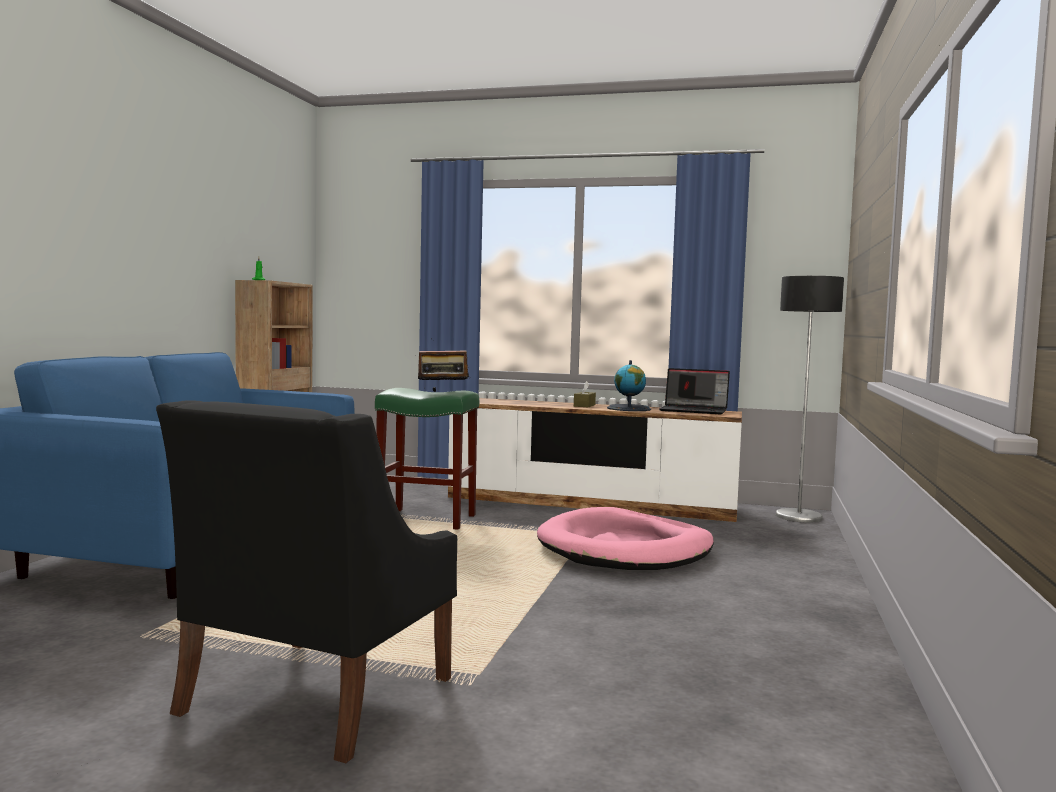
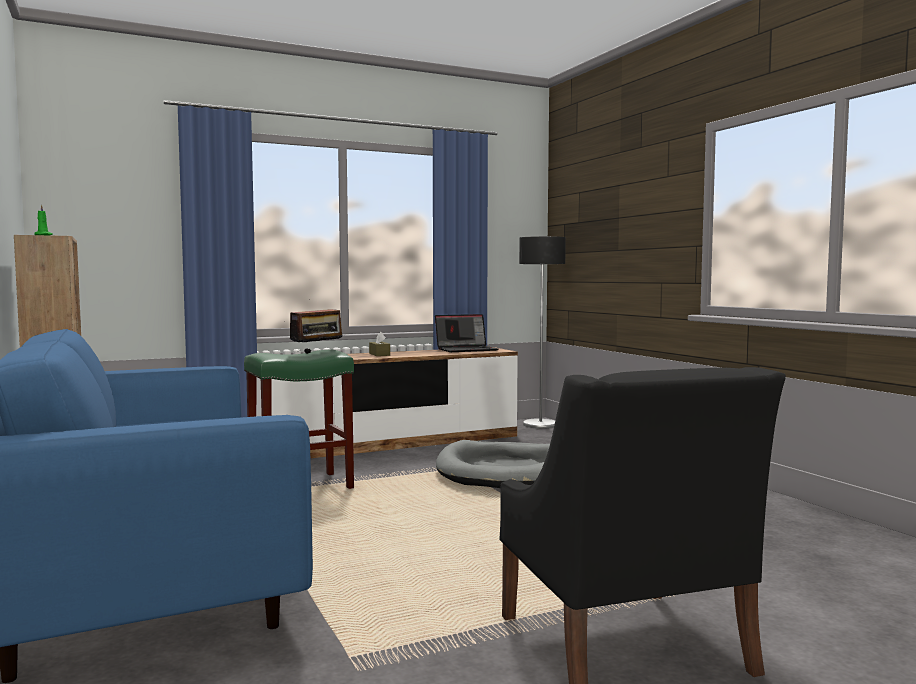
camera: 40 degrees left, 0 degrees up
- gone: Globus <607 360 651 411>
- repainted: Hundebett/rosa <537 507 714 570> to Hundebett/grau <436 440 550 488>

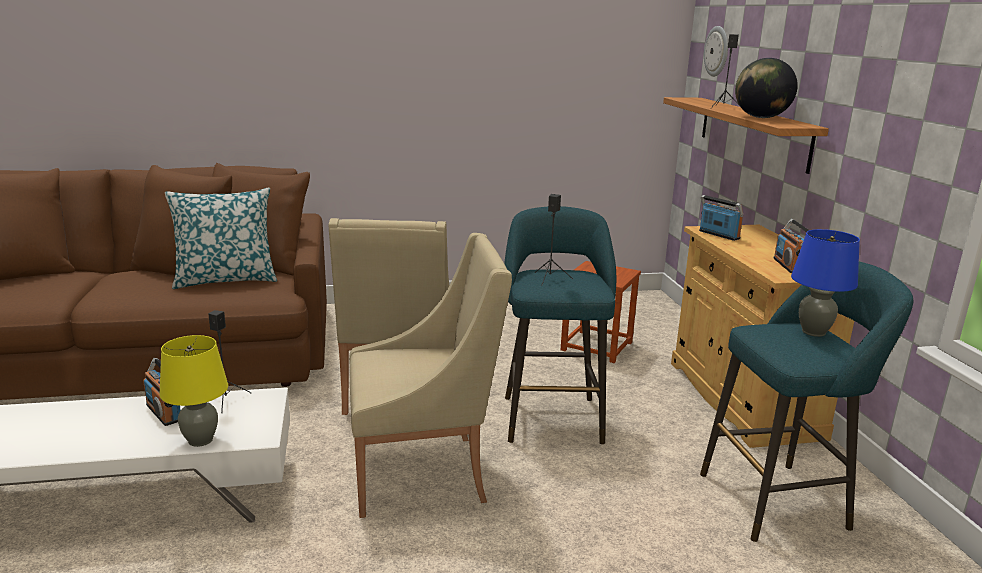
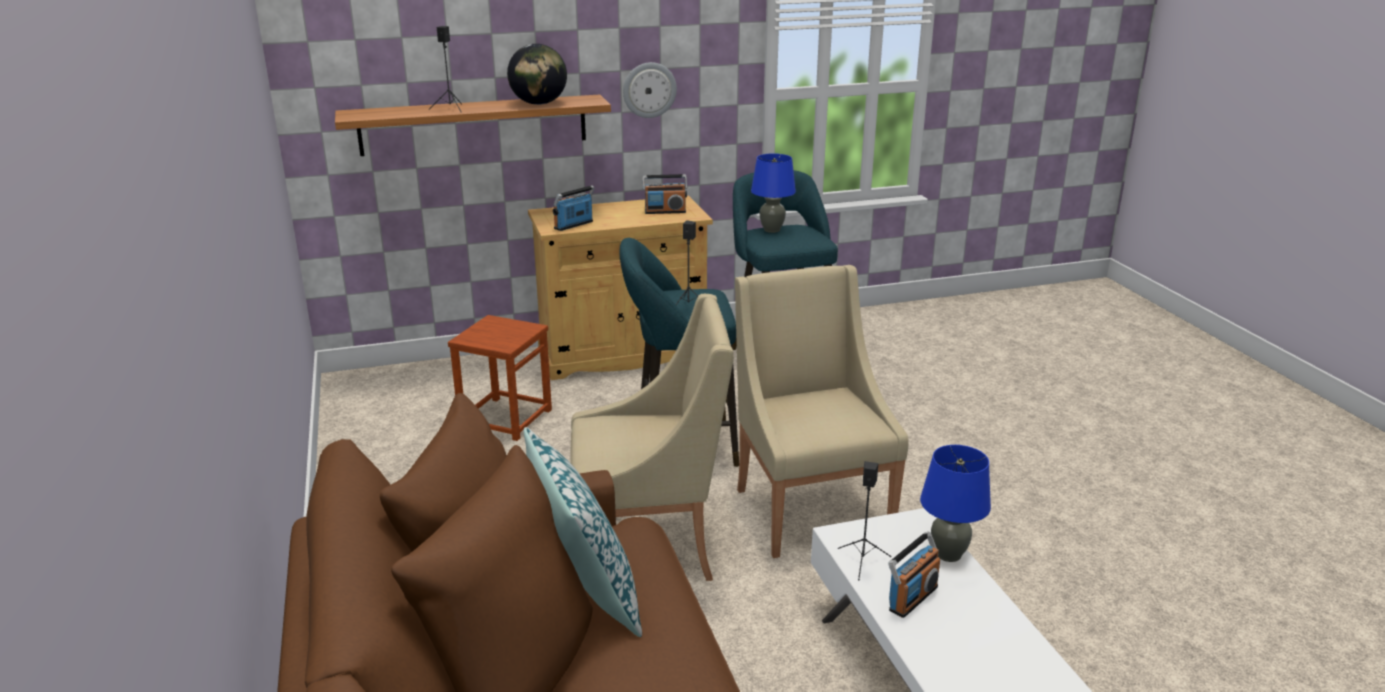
camera: 95 degrees left, 5 degrees up
- shifted: Wanduhr <704 26 728 77> to <623 62 677 118>
- repainted: Tischlampe/gelb <159 335 228 447> to Tischlampe/blau <920 445 991 562>

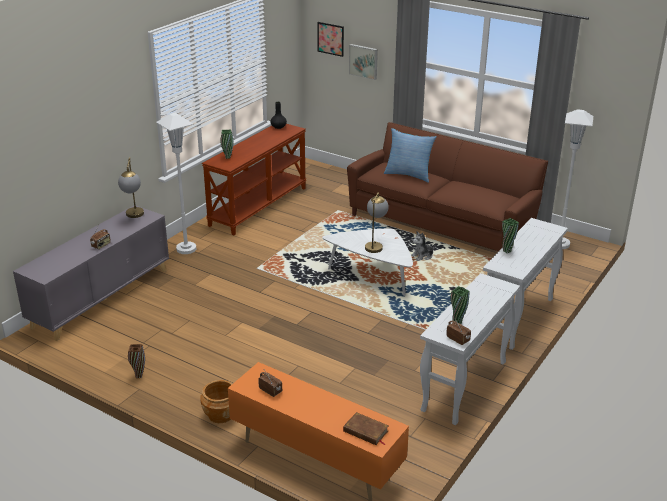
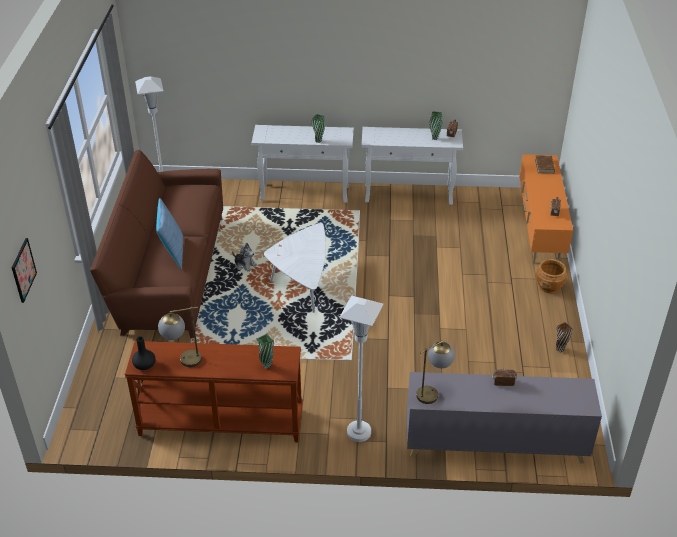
camera: 120 degrees left, 10 degrees up
- gone: Bild <349 44 378 80>
- shifted: Tischlampe <365 192 389 253> to <158 307 202 367>

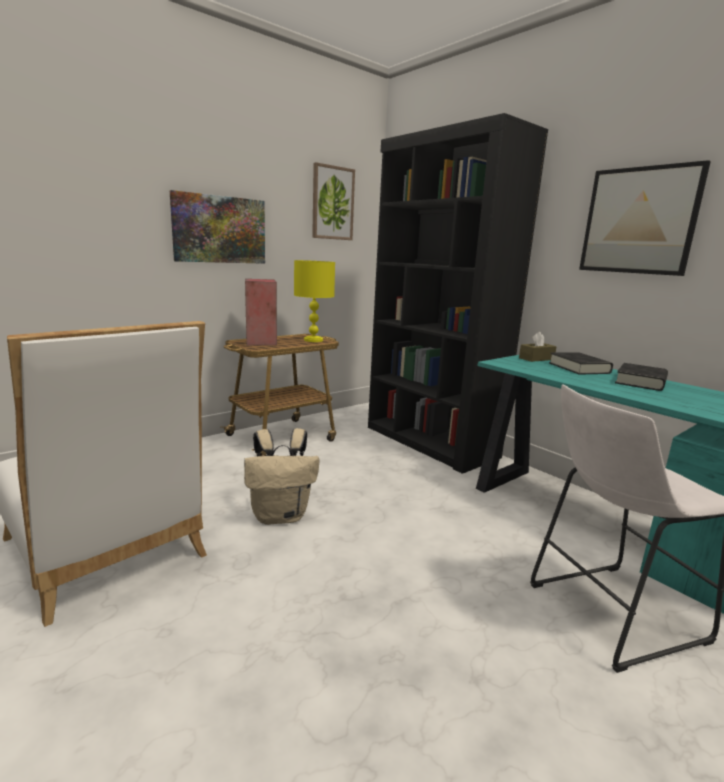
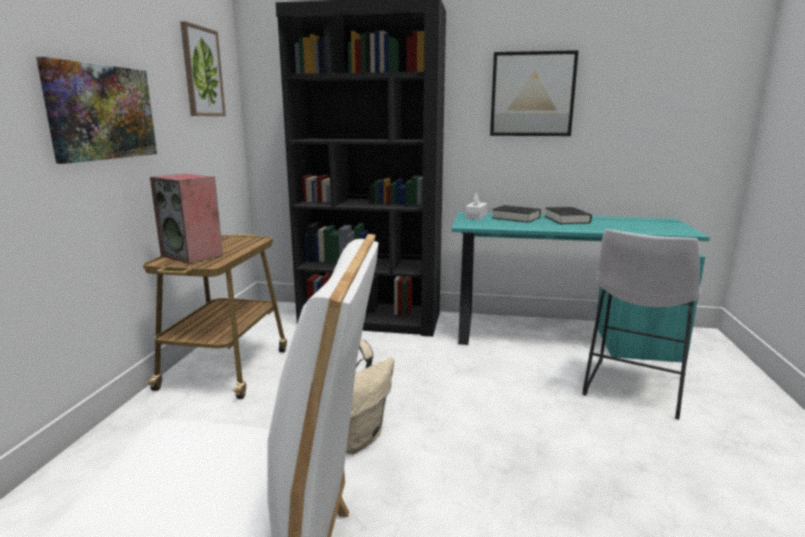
camera: 40 degrees left, 0 degrees up
- gone: Tischlampe/gelb <294 260 335 342>
- repainted: Taschentuchbox/braun <519 332 556 362> to Taschentuchbox/weiß <465 193 487 220>

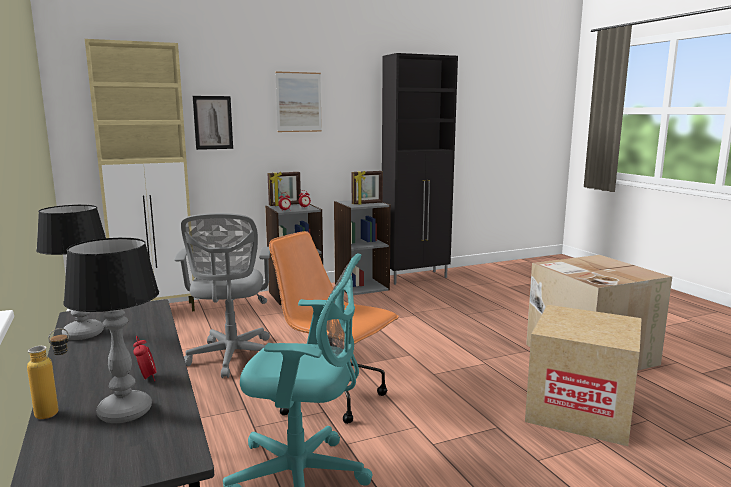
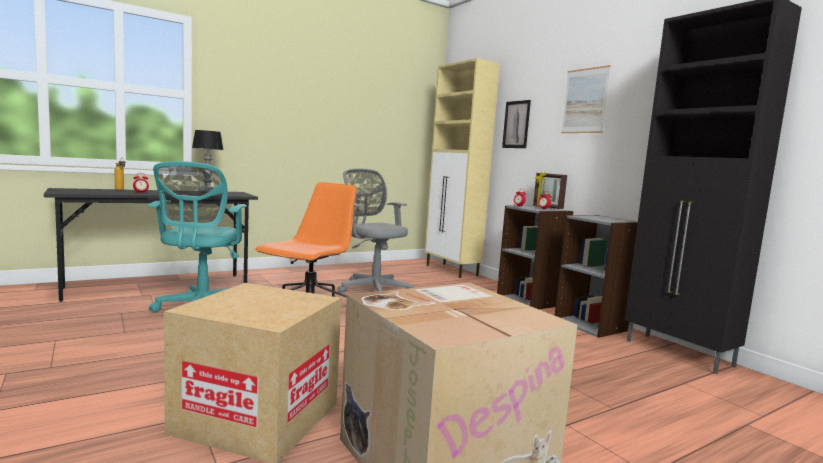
camera: 80 degrees right, 5 degrees down
- gone: Tischlampe <63 238 159 423>
- gone: Bilderrahmen <352 171 383 205>
- rotated: Bürostuhl/grau <174 213 270 378> = <338 169 414 293> 60 degrees clockwise

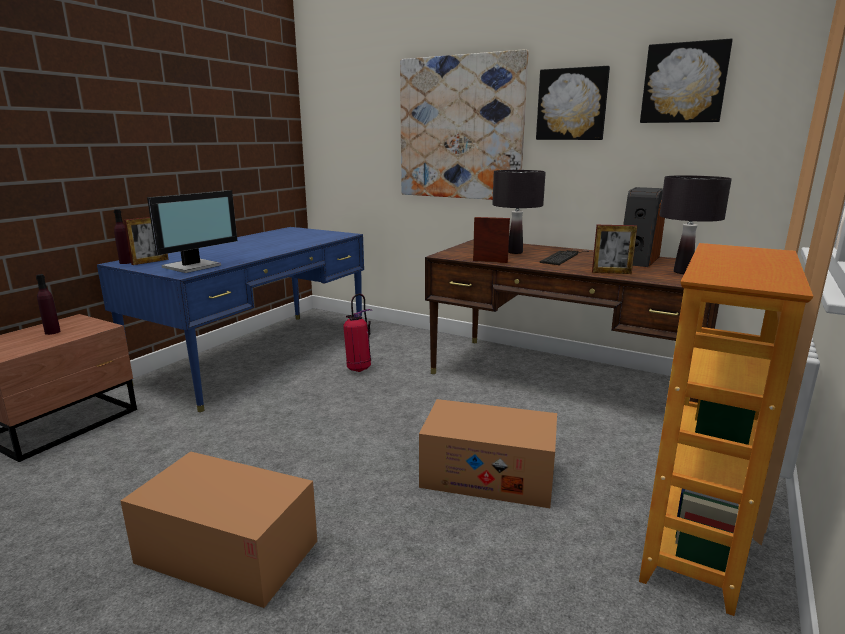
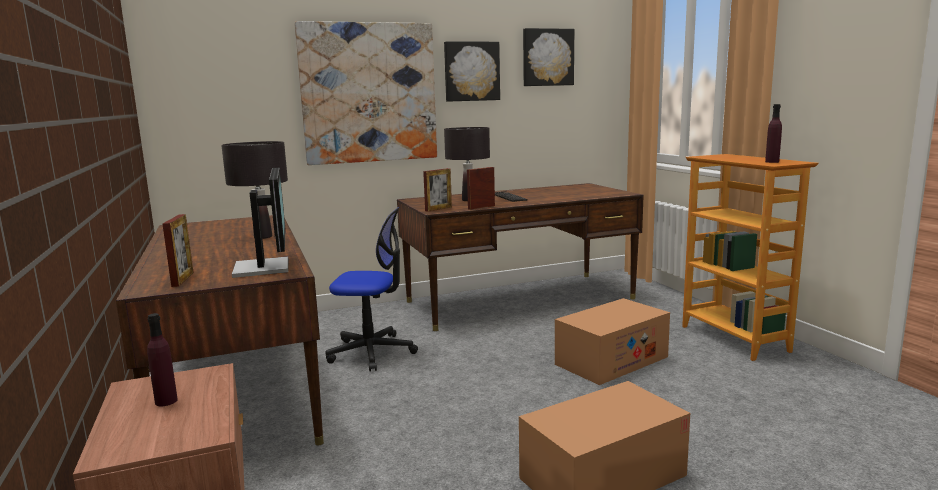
camera: 50 degrees left, 5 degrees down
- gone: Lautsprecher <623 187 665 267>
- shifted: Flasche/lila <114 209 131 264> to <765 104 782 163>
- shifted: Bilderrahmen <592 225 637 274> to <423 168 452 212>
- shifted: Tischlampe/schwarz <659 175 732 274> to <221 141 288 239>
- swapped: Feuerlöscher <343 294 373 372> to Bürostuhl <325 207 418 371>
- repainted: Schreibtisch/blau <97 227 364 412> to Schreibtisch/braun <116 215 324 446>

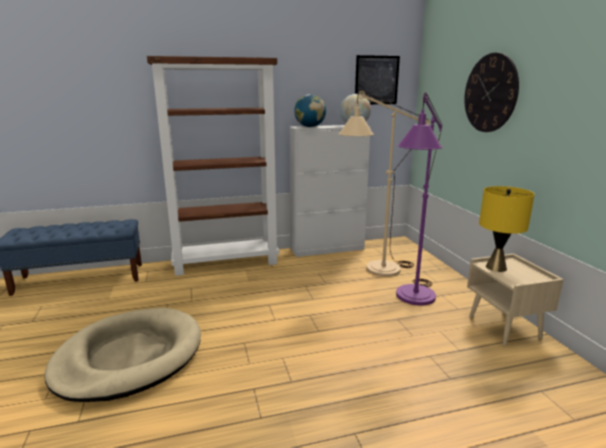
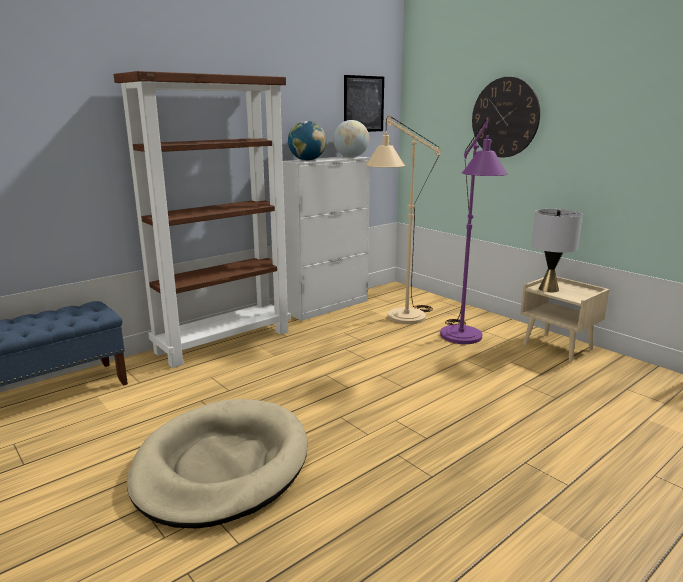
camera: 25 degrees left, 0 degrees up
- repainted: Tischlampe/gelb <479 186 535 272> to Tischlampe/grau <531 209 583 292>

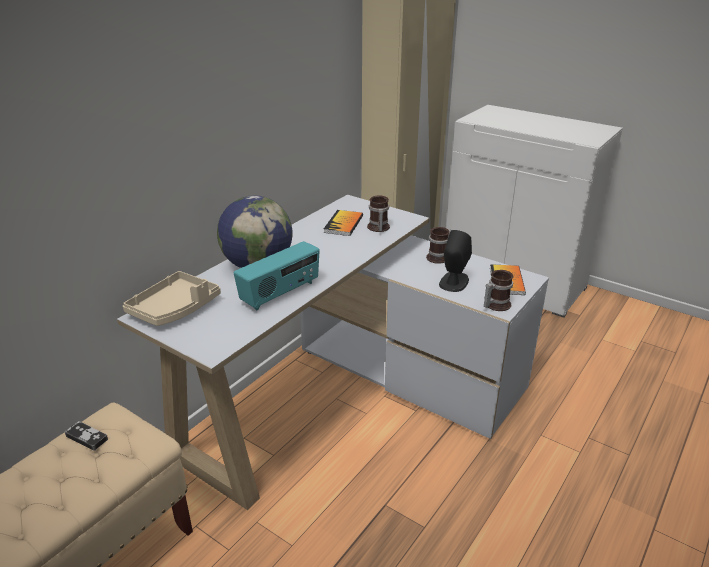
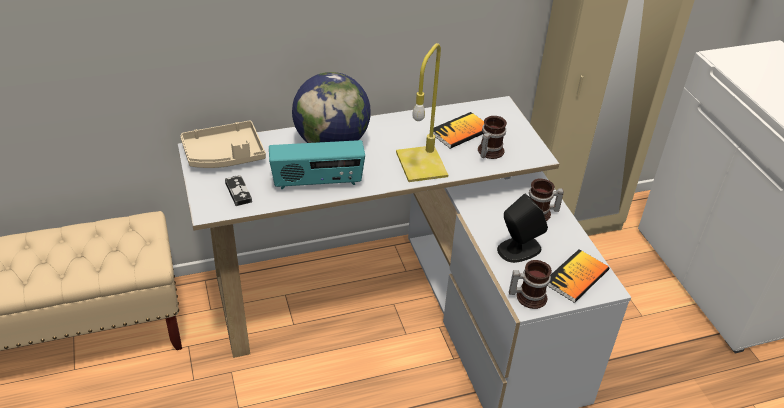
camera: 35 degrees right, 10 degrees up
- new: Tischlampe/gelb <396 43 448 182>
- shifted: Gamepad <64 421 108 451> to <225 175 252 206>

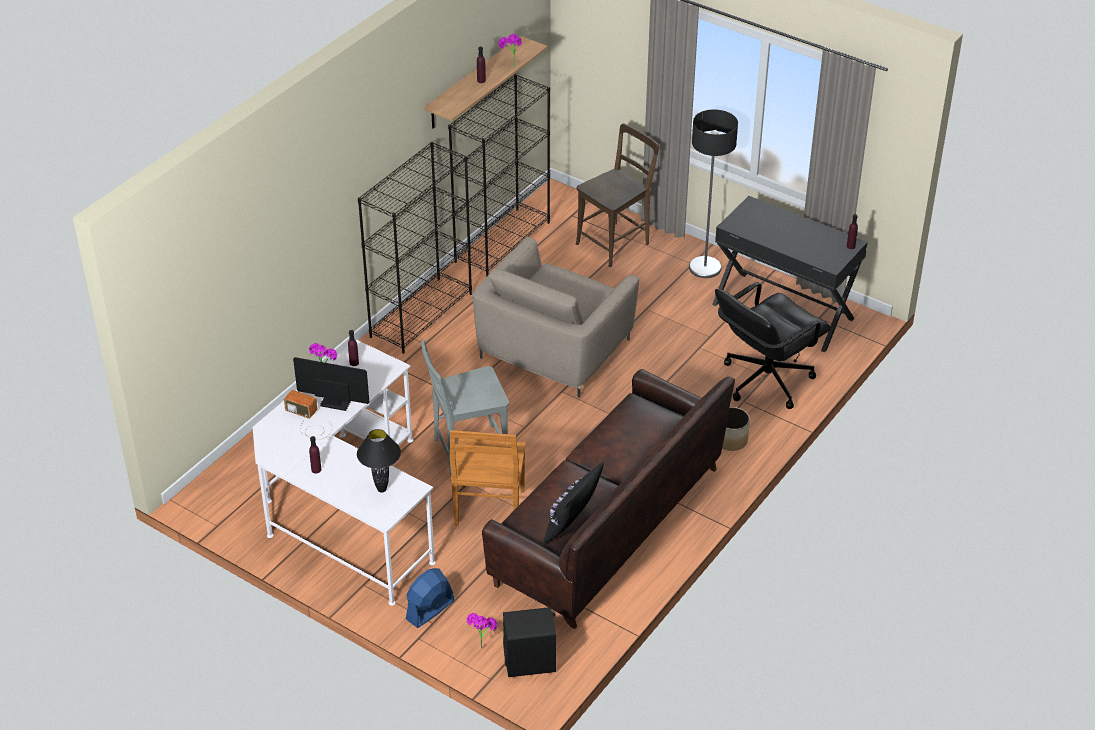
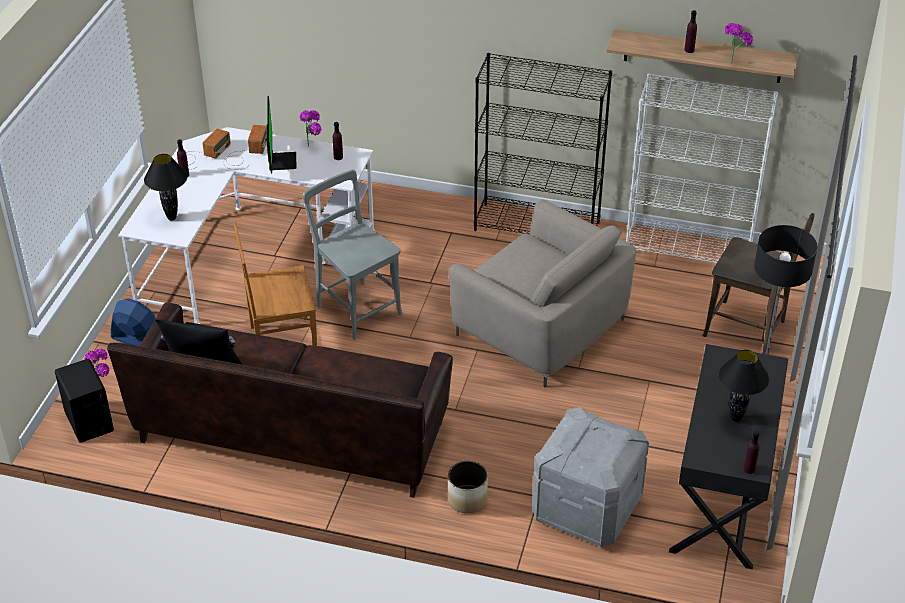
camera: 70 degrees right, 0 degrees up
- new: Radio <176 129 231 170>
- new: Tischlampe/schwarz <718 350 769 422>
- swapped: Bürostuhl/schwarz <715 282 831 409> to Aufbewahrungsbox/grau <532 407 649 547>
- repainted: Bücherregal/schwarz <448 74 550 277> to Bücherregal/weiß <626 73 778 263>
- rotated: Sessel/beige <473 237 639 398> = <449 199 636 387> 150 degrees counterclockwise

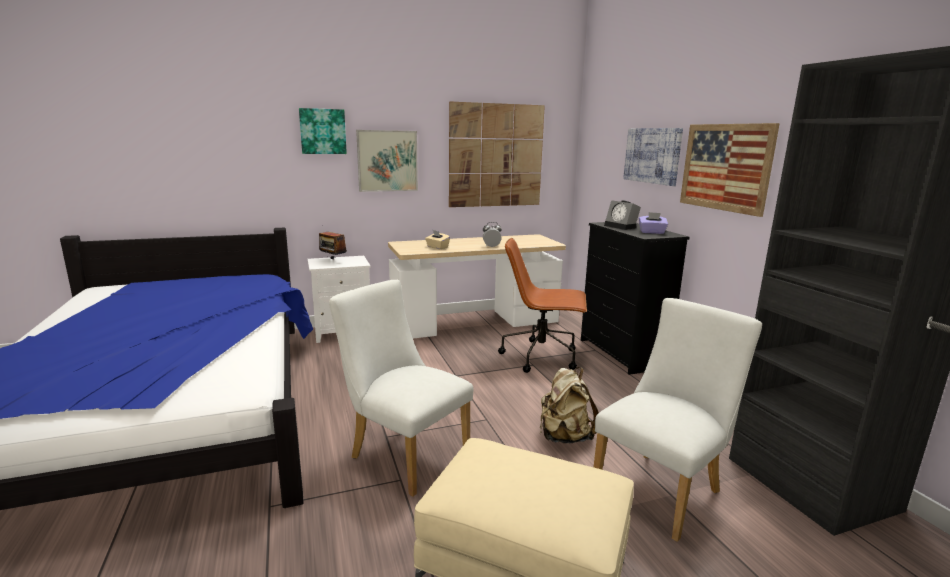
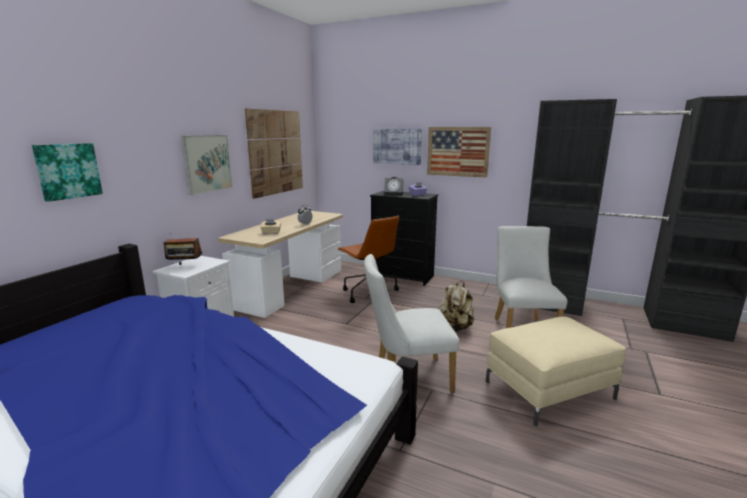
camera: 45 degrees left, 0 degrees up
- shifted: Bild <299 108 347 154> to <32 143 103 202>
- rotated: Bürostuhl/braun <498 238 587 373> = <337 216 399 303> 90 degrees counterclockwise

